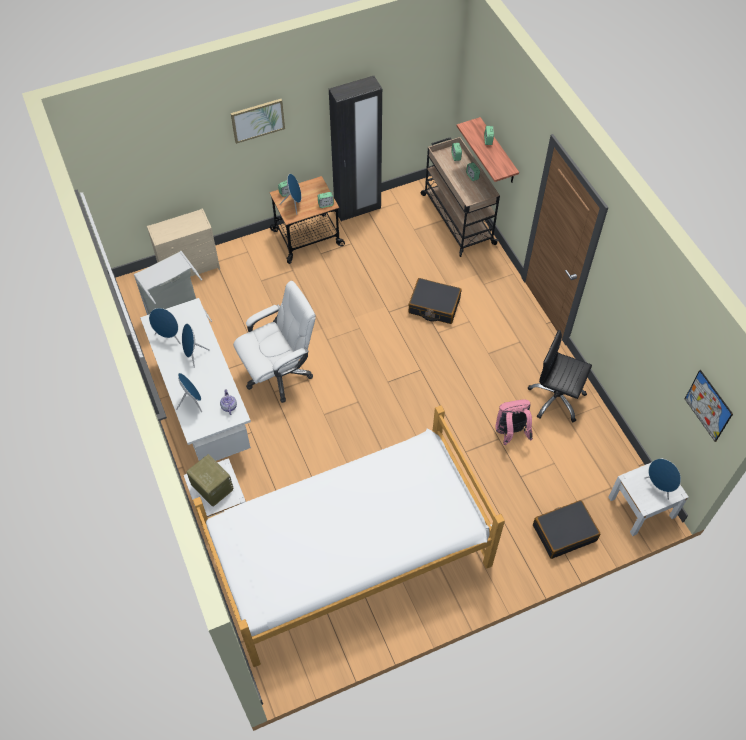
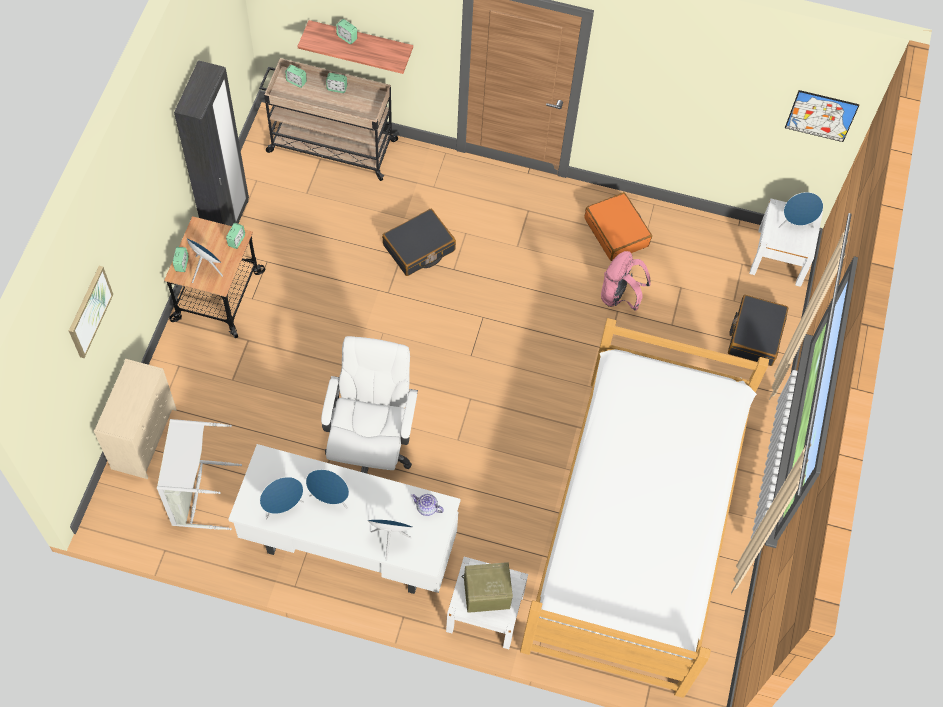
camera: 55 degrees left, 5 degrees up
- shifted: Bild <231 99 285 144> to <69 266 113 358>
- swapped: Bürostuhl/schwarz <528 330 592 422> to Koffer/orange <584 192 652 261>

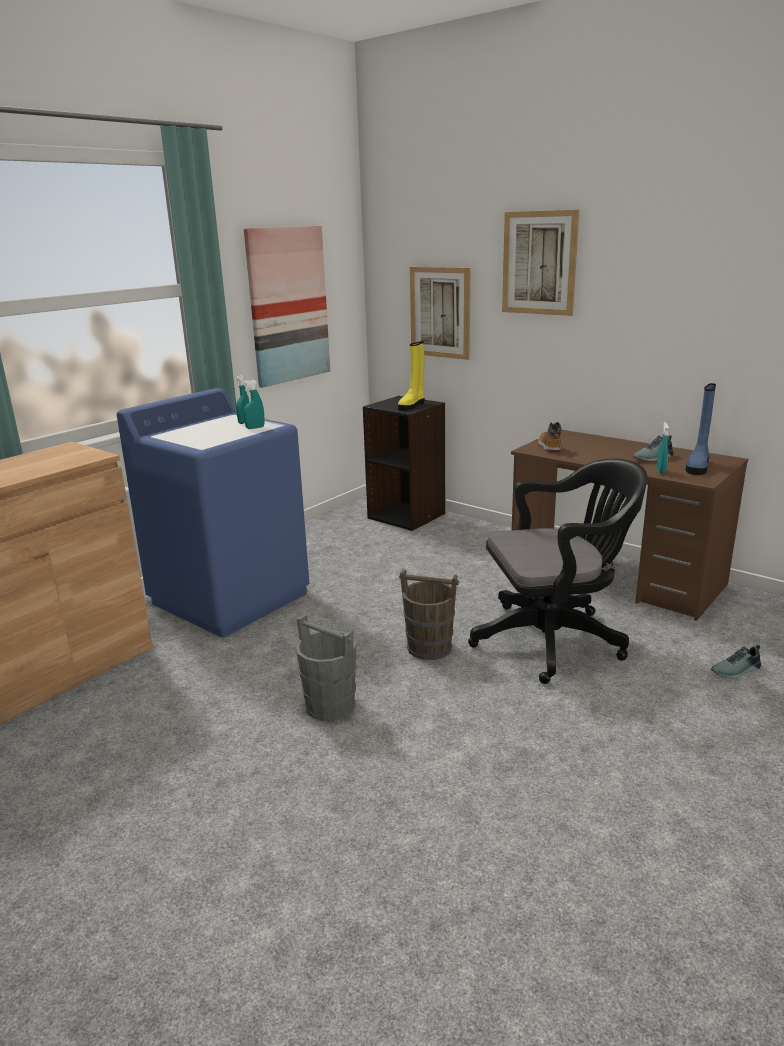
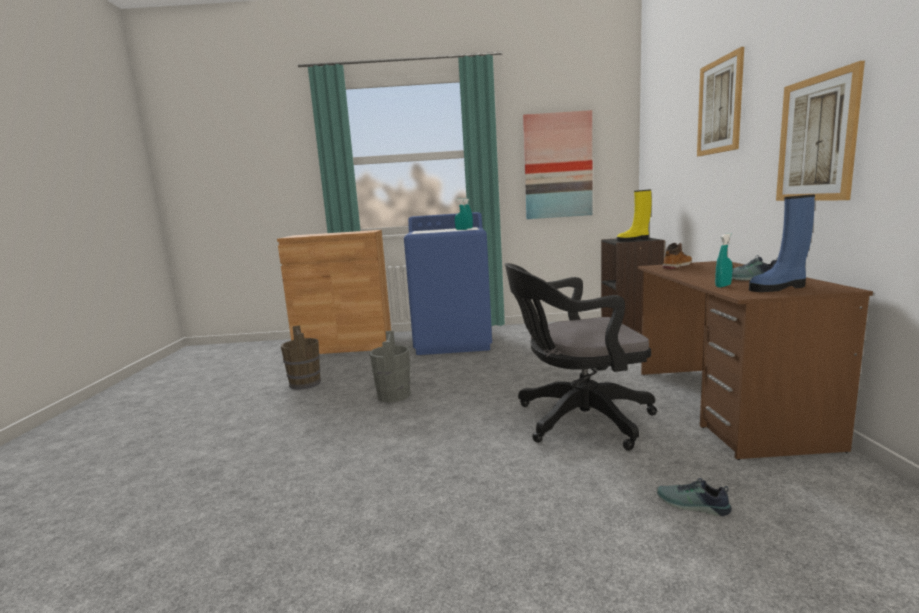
camera: 50 degrees right, 10 degrees down
- shifted: Eimer/braun <399 569 459 660> to <281 325 321 390>
- shifted: Bild <410 267 471 360> to <776 61 865 201>
- rotated: Bürostuhl/schwarz <468 459 648 684> = <505 263 657 451> 135 degrees clockwise

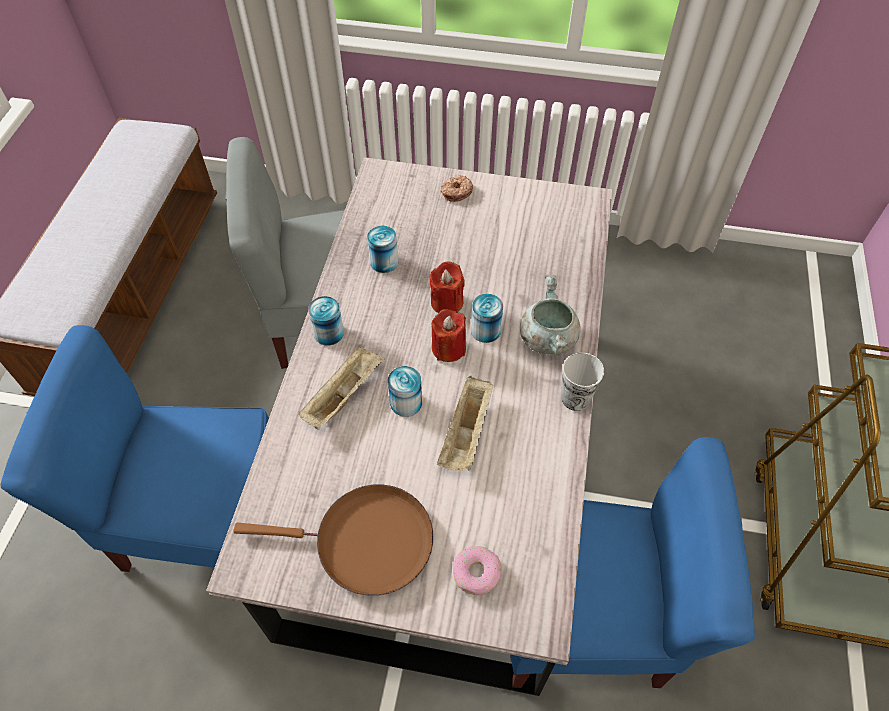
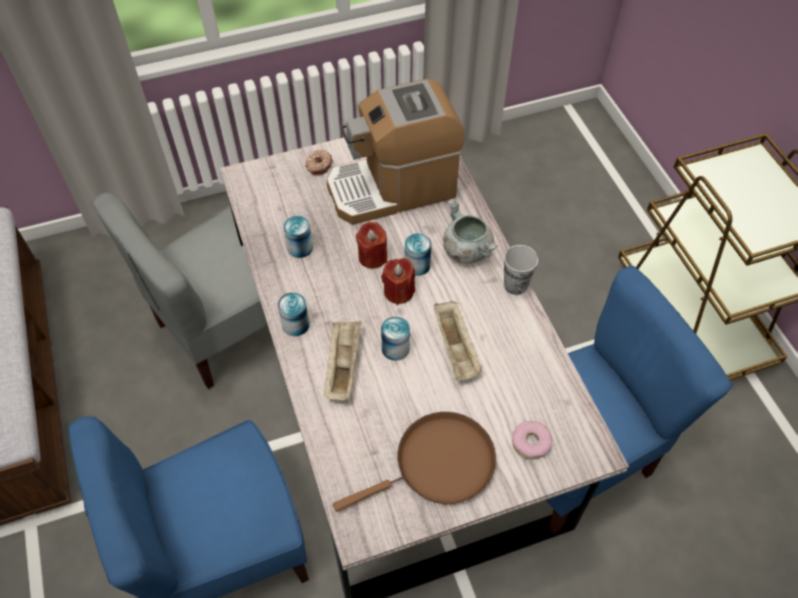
camera: 30 degrees left, 0 degrees up
- new: Kaffeemaschine <326 79 465 225>

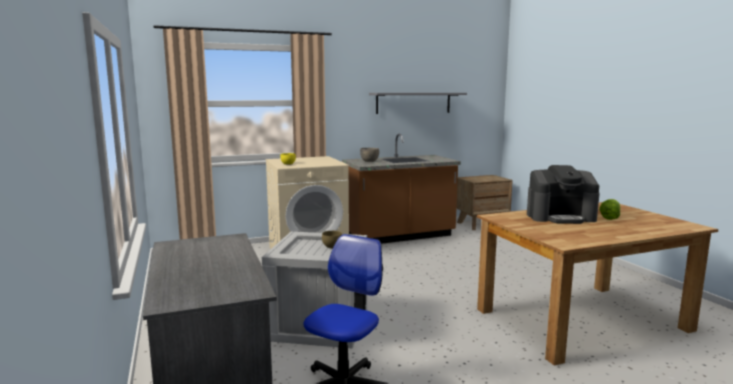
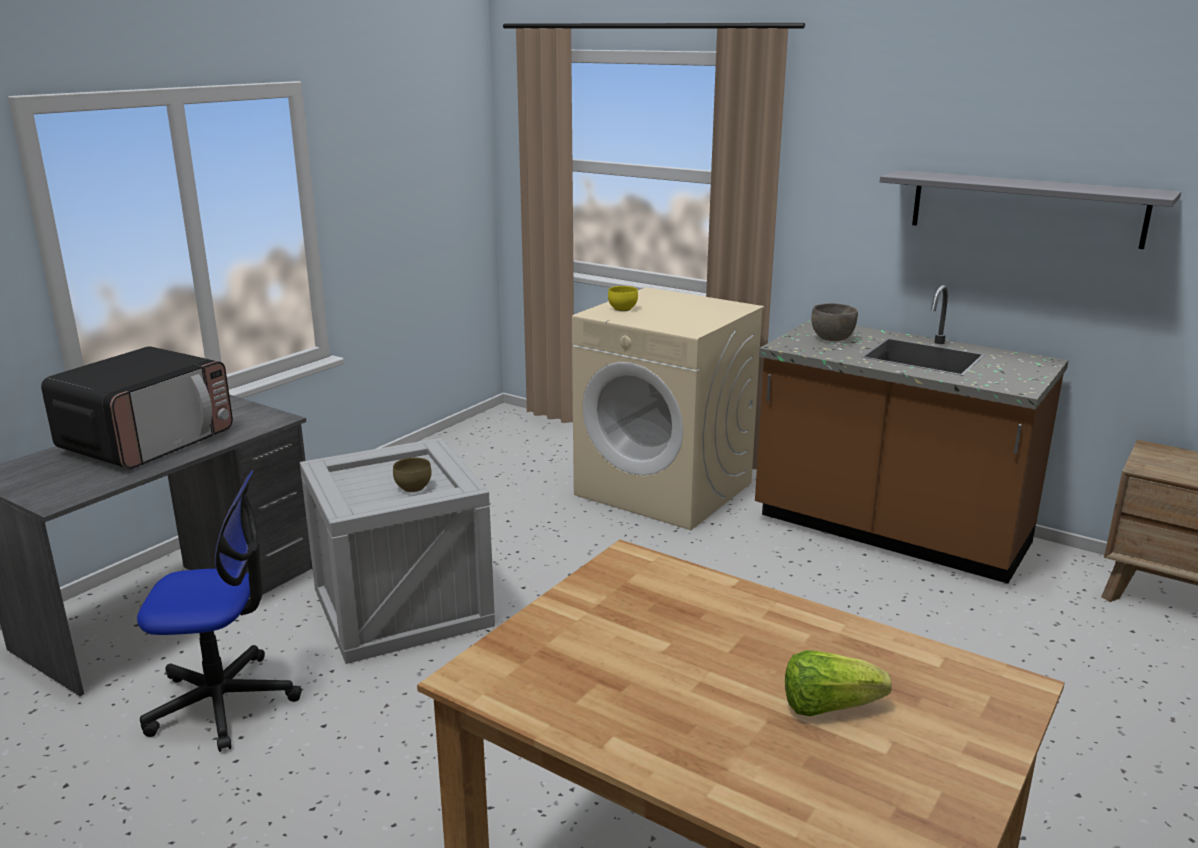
camera: 55 degrees right, 10 degrees up
- gone: Kaffeemaschine <527 165 600 224>
- new: Mikrowelle <41 346 233 469>

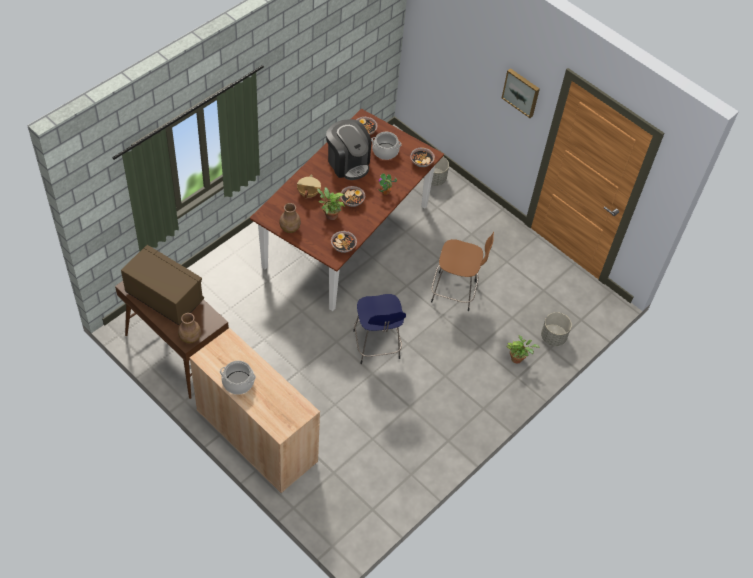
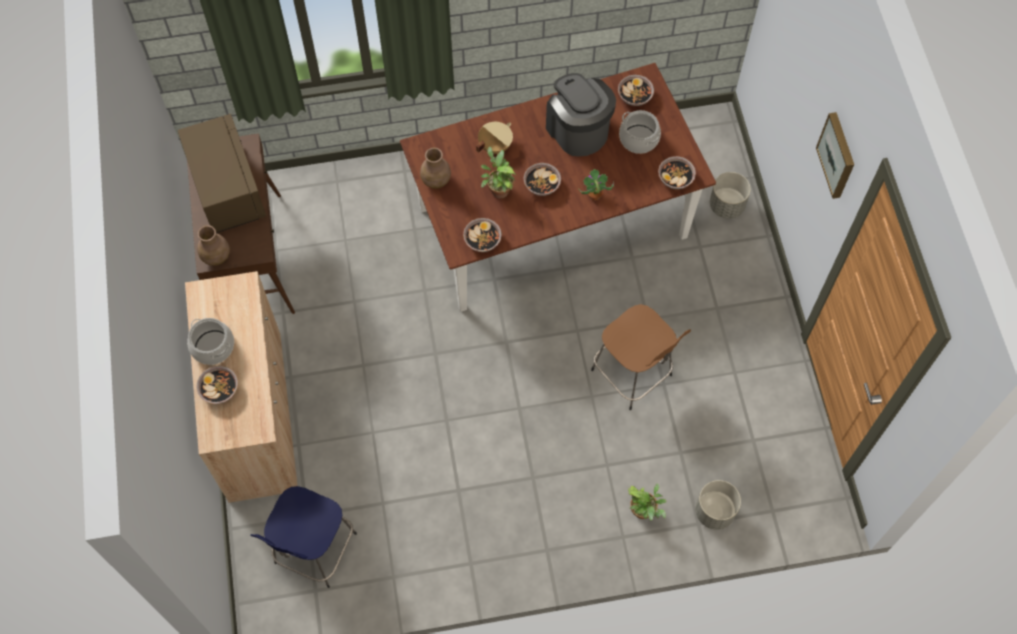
camera: 40 degrees right, 10 degrees up
- new: Schüssel <196 366 238 404>
- shifted: Hocker/blau <353 294 406 364> to <250 486 357 588>
- rotated: Kaffeemaschine <326 119 371 180> = <546 73 616 156> 150 degrees clockwise

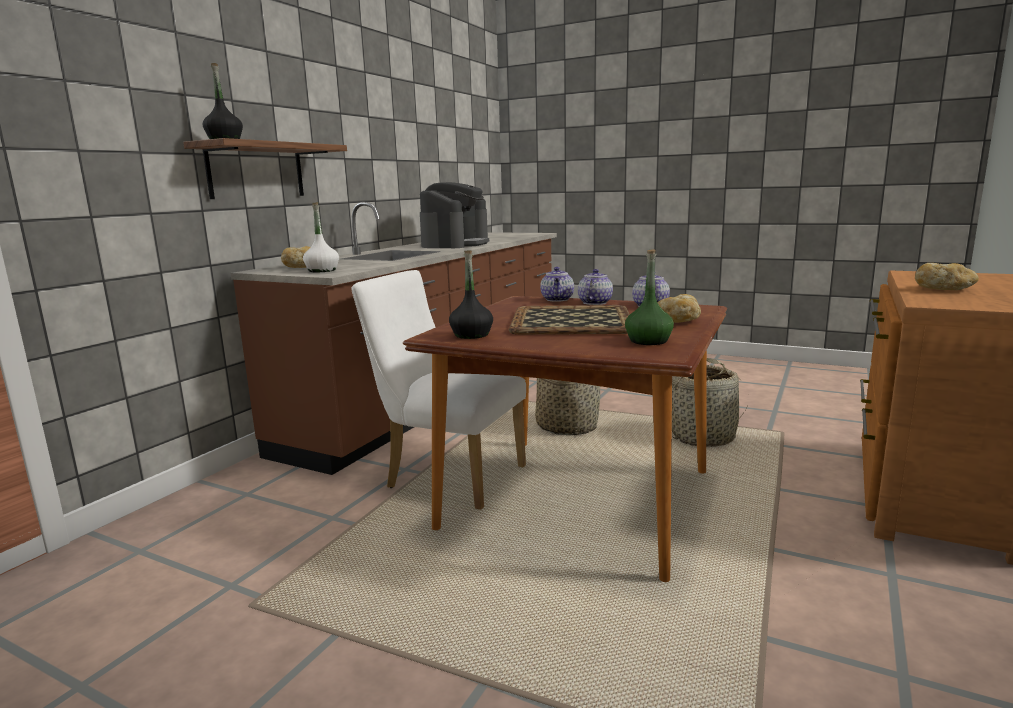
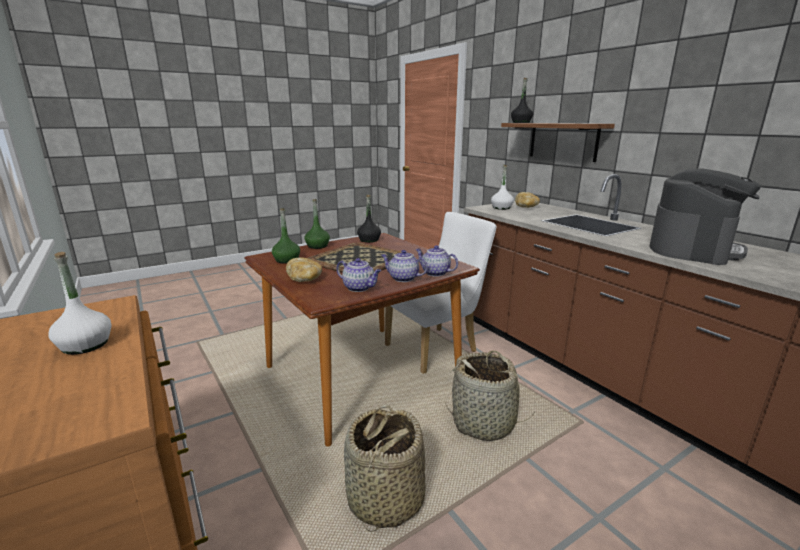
camera: 120 degrees right, 5 degrees up
- new: Flasche/grün <304 199 330 249>
- swapped: Brot <915 263 979 290> to Flasche/weiß <48 252 111 355>
- rotated: Kaffeemaschine <420 182 489 248> = <649 169 761 265> 105 degrees counterclockwise
- rotated: Teekanne <578 269 613 305> = <381 250 428 282> 150 degrees clockwise

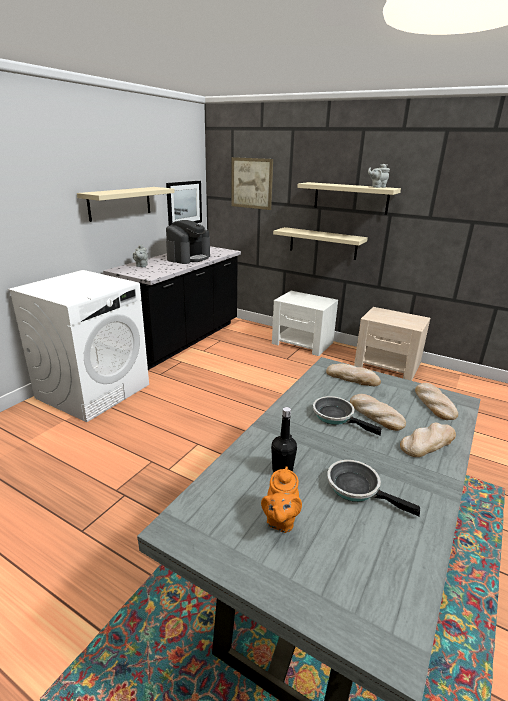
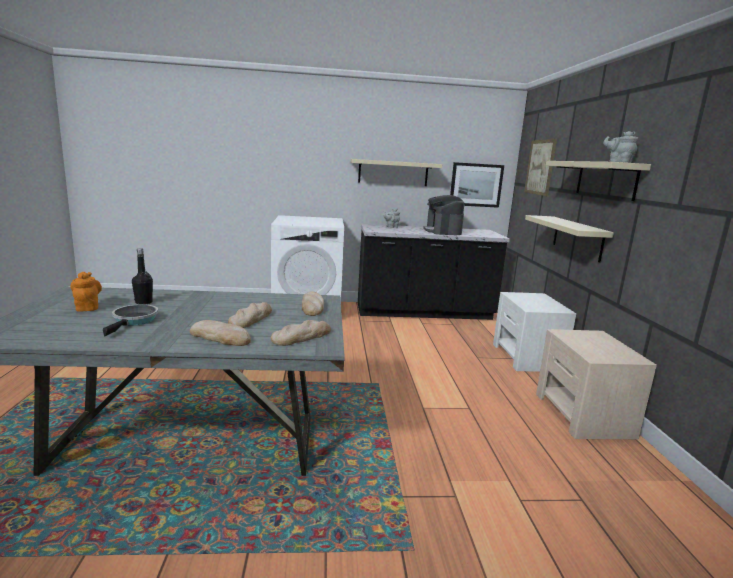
camera: 55 degrees right, 10 degrees down
- gone: Pfanne <313 396 381 436>
- rotated: Kaffeemaschine <166 220 210 264> = <423 195 465 235> 90 degrees clockwise
- rotated: Teekanne/orange <261 466 302 533> = <70 272 102 312> 90 degrees clockwise

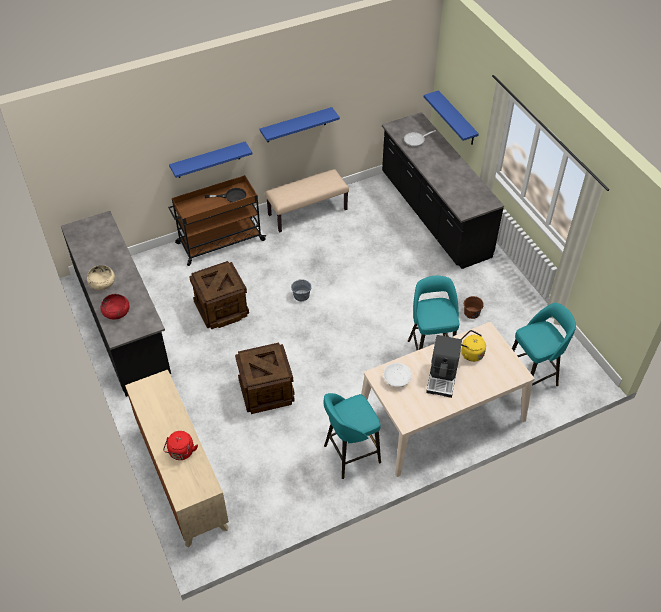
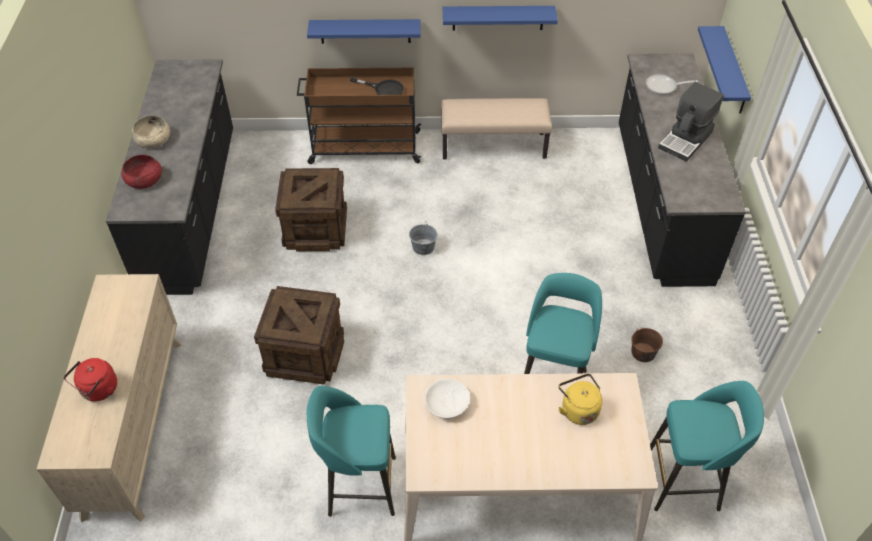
camera: 25 degrees right, 0 degrees up
- shifted: Kaffeemaschine <426 335 462 398> to <658 82 724 162>

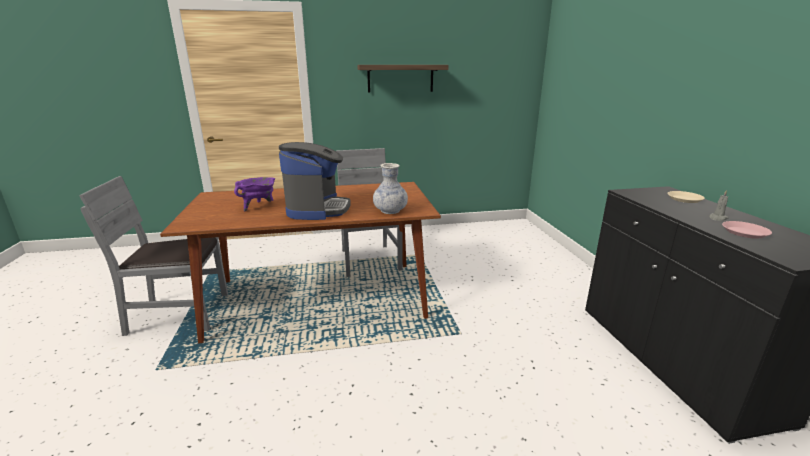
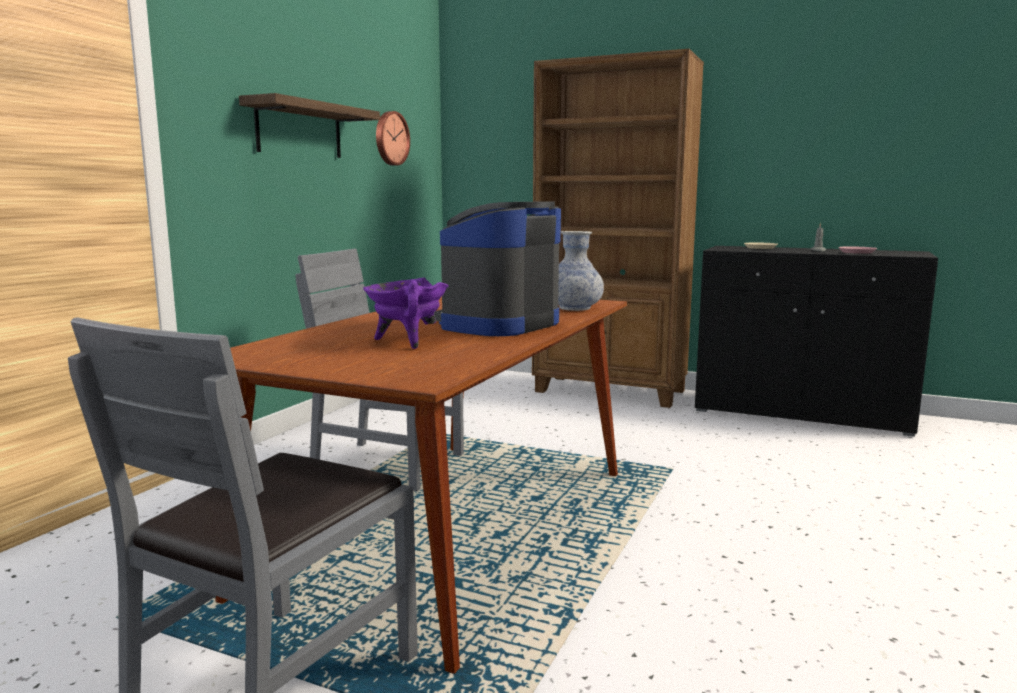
camera: 55 degrees left, 10 degrees down
- new: Wanduhr <376 111 410 166>
- new: Bücherregal/braun <532 49 704 408>
- rotated: Kaffeemaschine <279 142 351 220> = <434 201 561 336> 90 degrees counterclockwise

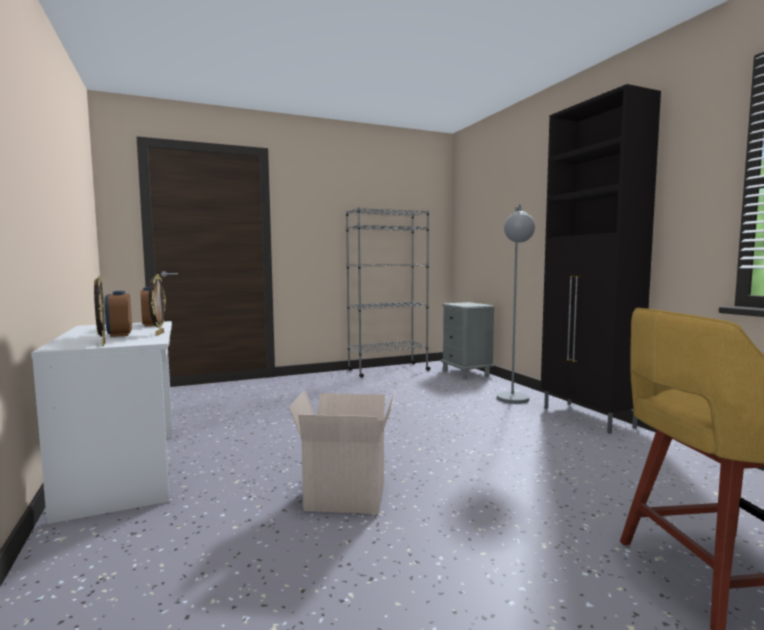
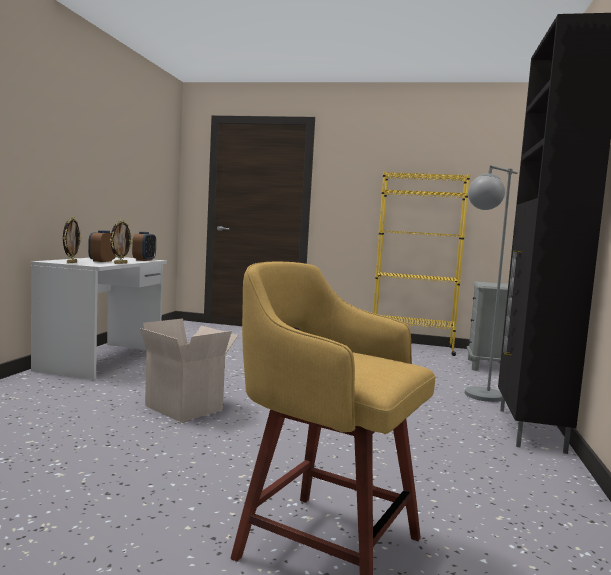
camera: 35 degrees right, 0 degrees up
- repainted: Bücherregal/grau <346 207 431 378> to Bücherregal/gelb <373 171 470 356>

